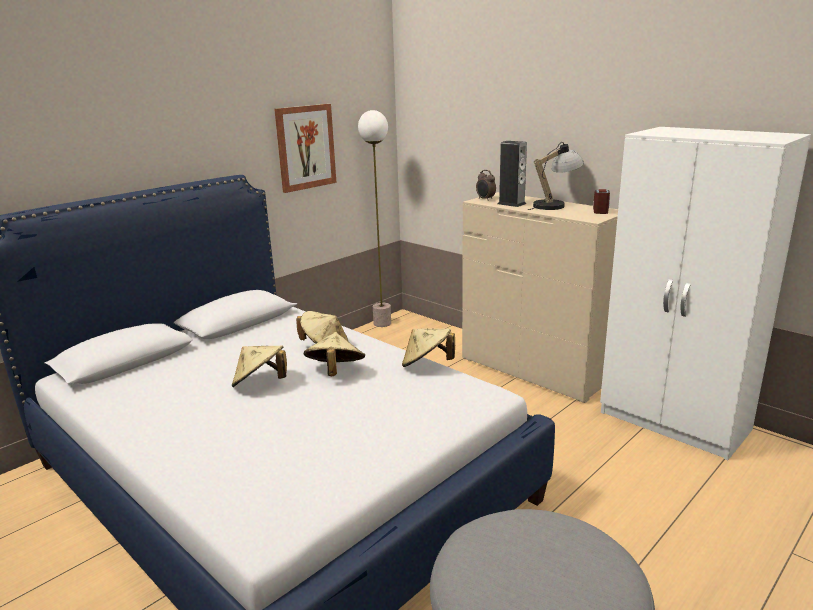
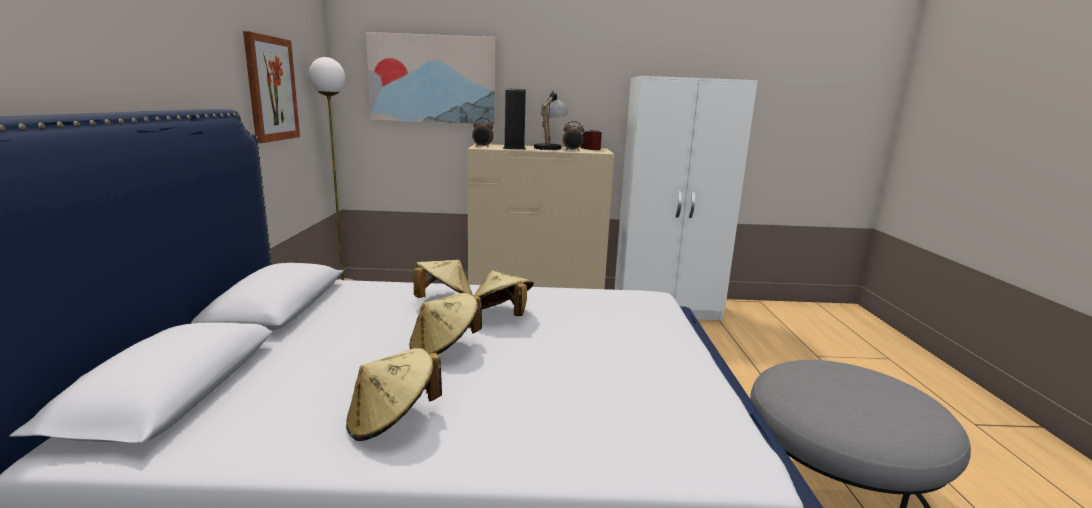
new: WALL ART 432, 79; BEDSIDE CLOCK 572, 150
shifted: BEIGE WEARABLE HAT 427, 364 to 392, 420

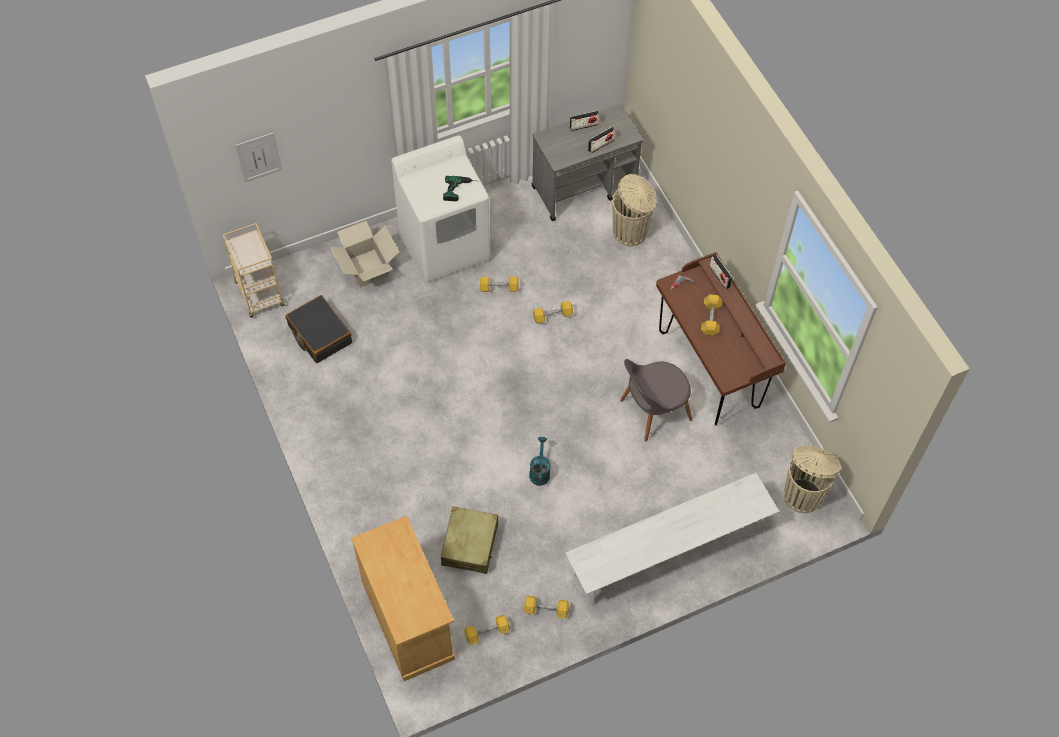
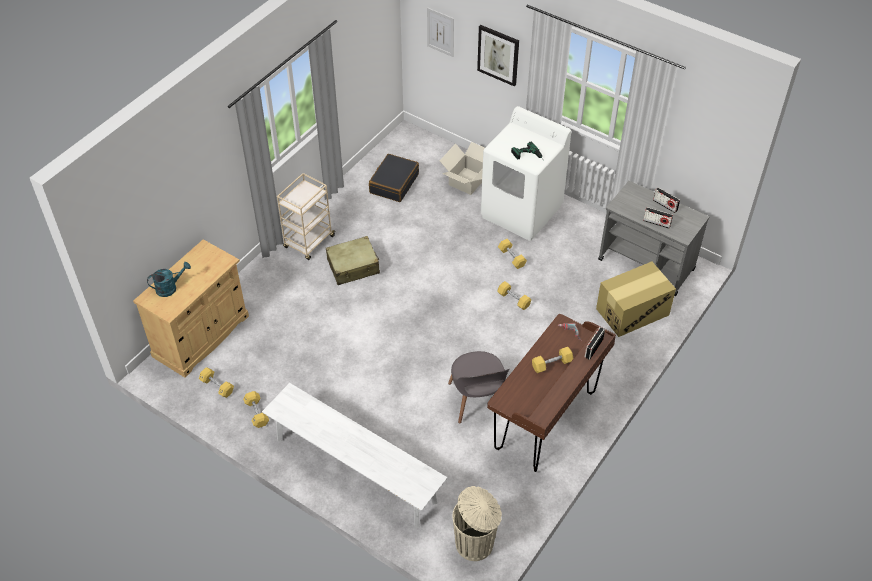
new: WALL ART 498, 55
shifted: BEIGE CART 260, 294 to 309, 242; BEIGE PIECE OF LUGGAGE 470, 544 to 353, 266; TURQUOISE WATERING CAN 539, 471 to 170, 288
swapped: BEIGE WASTE BIN 631, 232 to PACKING BOX 632, 312
rotated: GREYISH PLAIN CHAIR 652, 411 = 477, 401 135 degrees counterclockwise

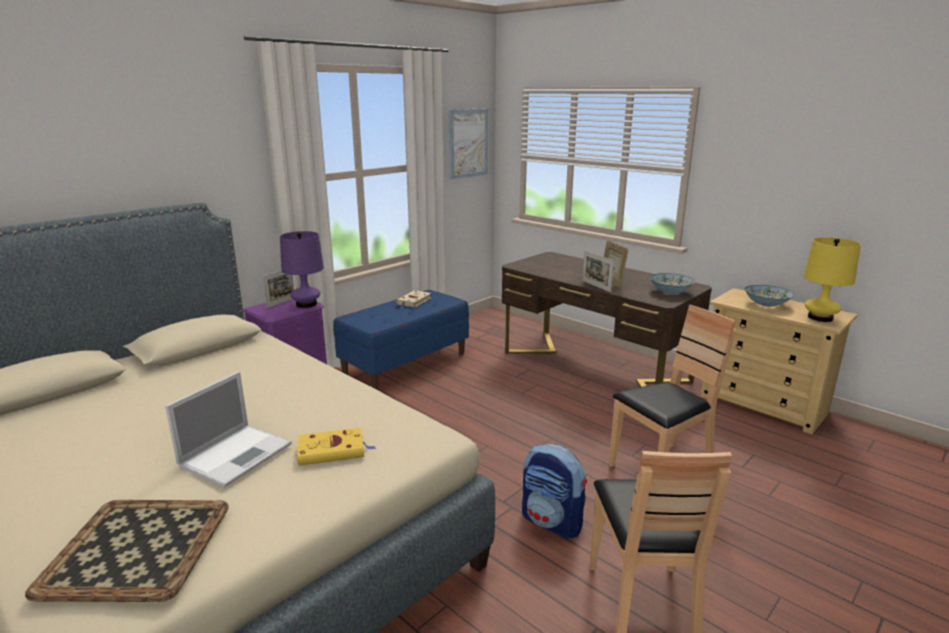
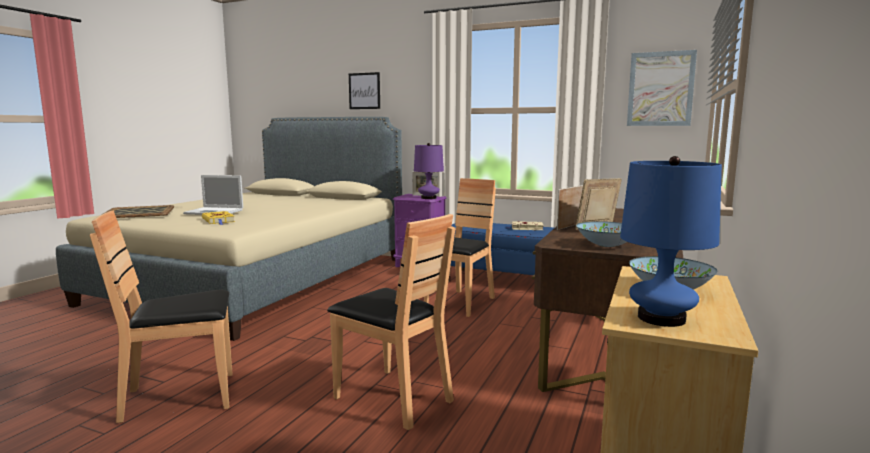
gone: KNAPSACK 552, 522
new: WALL ART 364, 91; BROWN-COLOURED PLAIN CHAIR 461, 303
repainted: YELLOW TABLE LAMP 820, 317 to BLUISH TABLE LAMP 661, 318

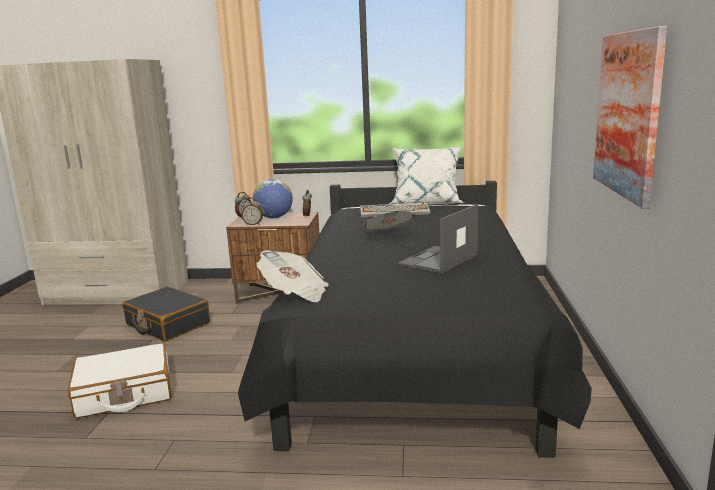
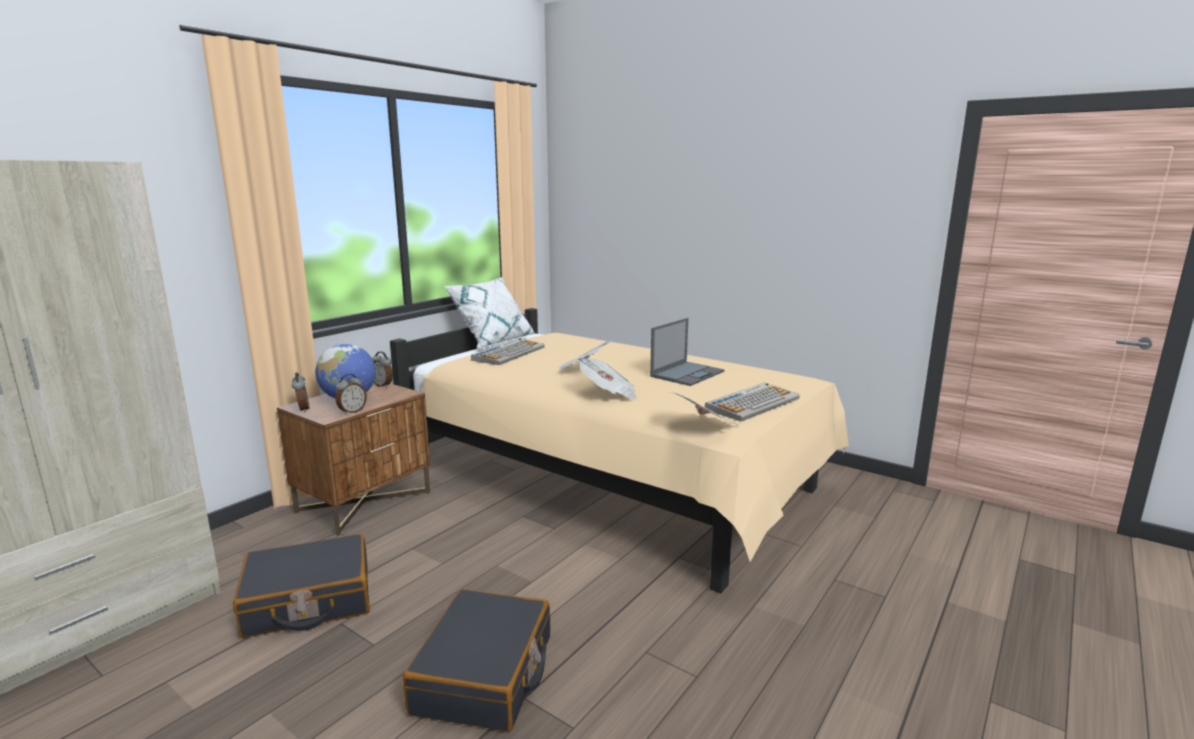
gone: WALL ART 628, 114
new: PRINTED PAPER 608, 394; KEYBOARD 752, 403
repainted: WHITE-COLOURED PIECE OF LUGGAGE 124, 393 to BLACK-COLOURED PIECE OF LUGGAGE 485, 674; BLACK-COLOURED BED 412, 351 to BEIGE BED 614, 482
rotated: LAPTOP 438, 260 = 687, 373 120 degrees counterclockwise

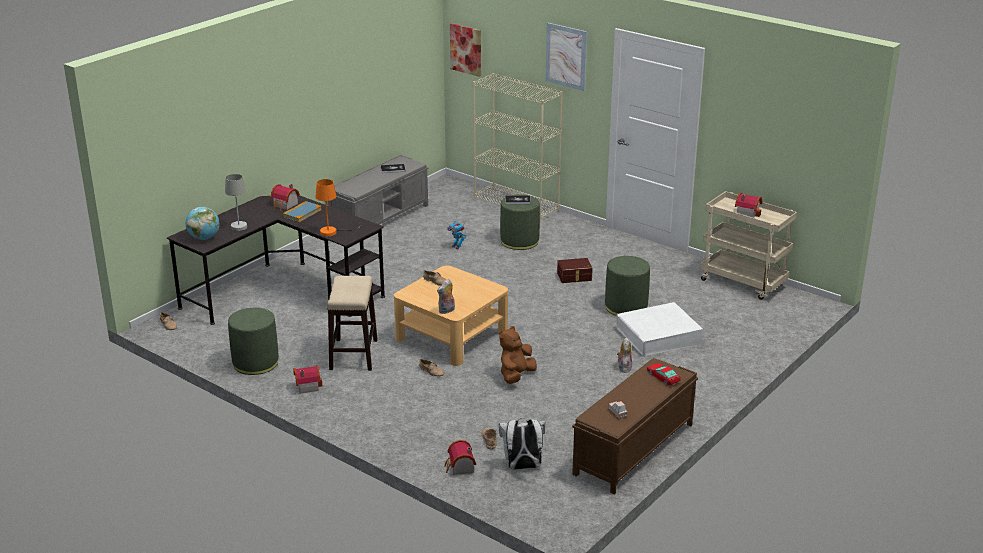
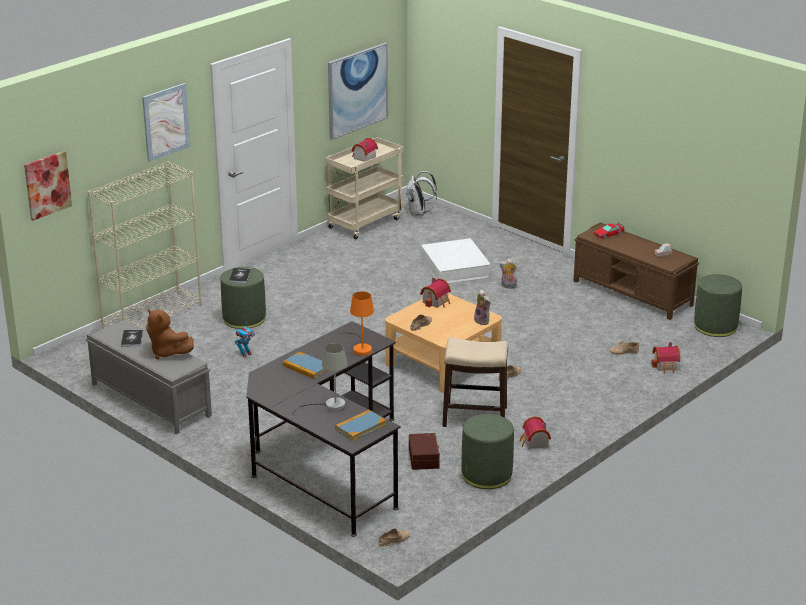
new: WALL ART 357, 90
shifted: MINIATURE HOUSE 285, 205 to 437, 302; BROWN-COLOURED SOFT TOY 516, 376 to 167, 352; WHITE-COLOURED KNAPSACK 522, 467 to 419, 213; BROWN-COLOURED STORAGE BOX 574, 277 to 425, 458; GREENISH FOOTREST 626, 307 to 715, 326
swapped: DESK GLOBE 204, 238 to BOOK 360, 427

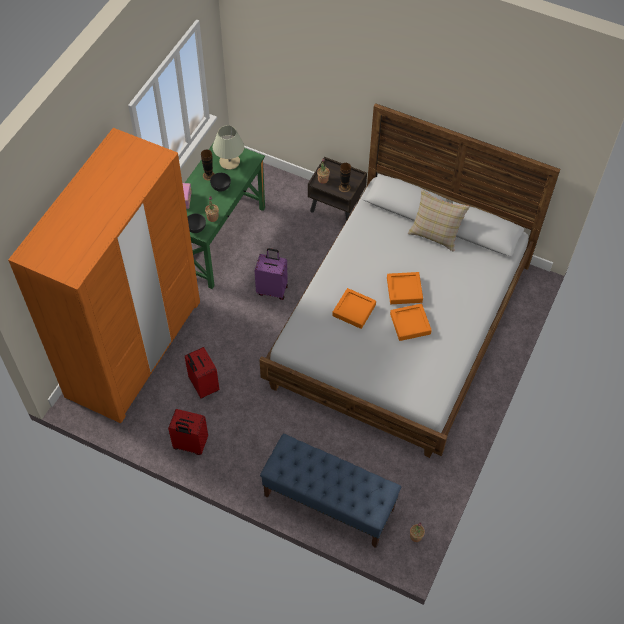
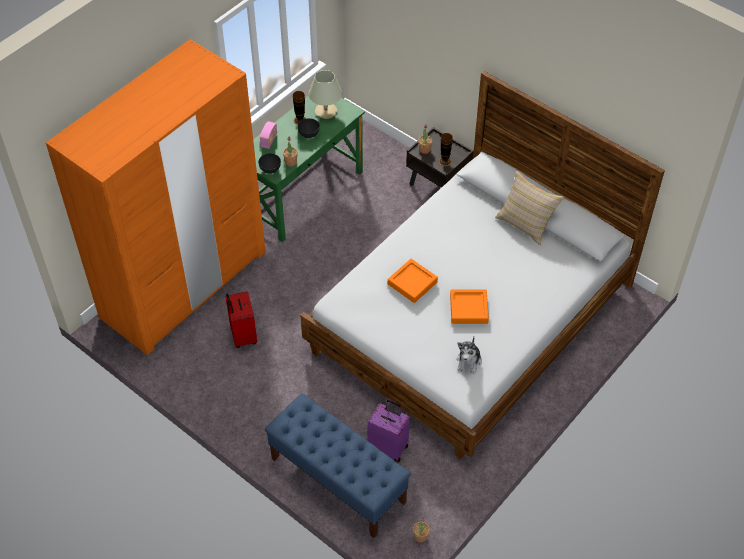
gone: RED-COLOURED PIECE OF LUGGAGE 190, 445; ORANGEY SERVING TRAY 404, 290
new: SOFT TOY 469, 361
shifted: PURPLE-COLOURED PIECE OF LUGGAGE 272, 289 to 389, 447

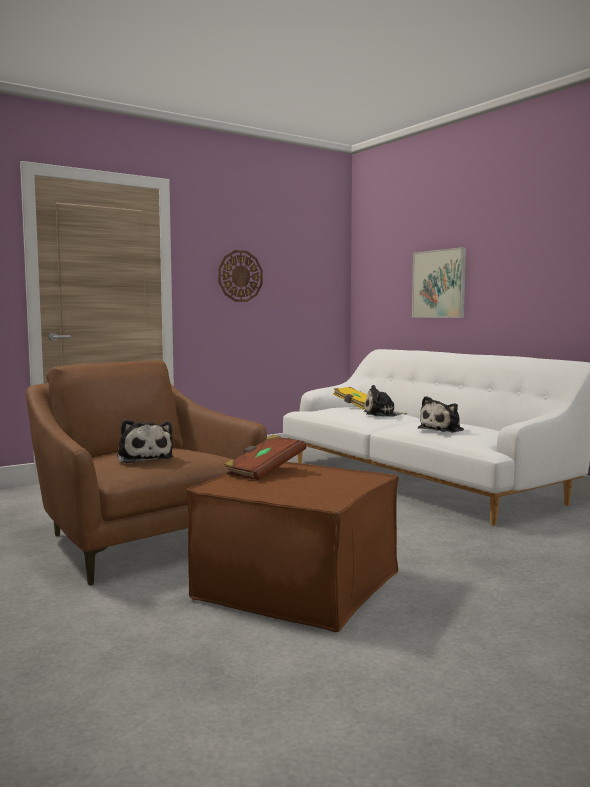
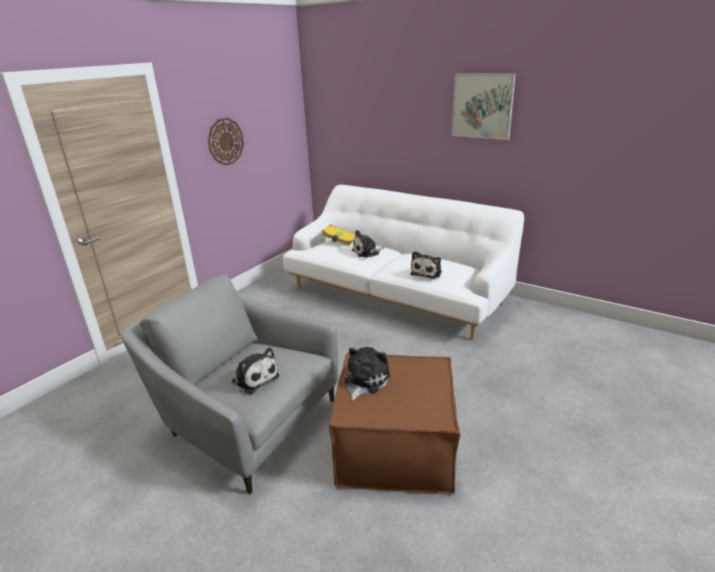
shifted: WALL ART 439, 284 to 482, 106
swapped: BROWN-COLOURED BOOK 264, 472 to SOFT TOY 364, 381
repainted: BROWN-COLOURED EASY CHAIR 139, 538 to GREYISH EASY CHAIR 245, 421

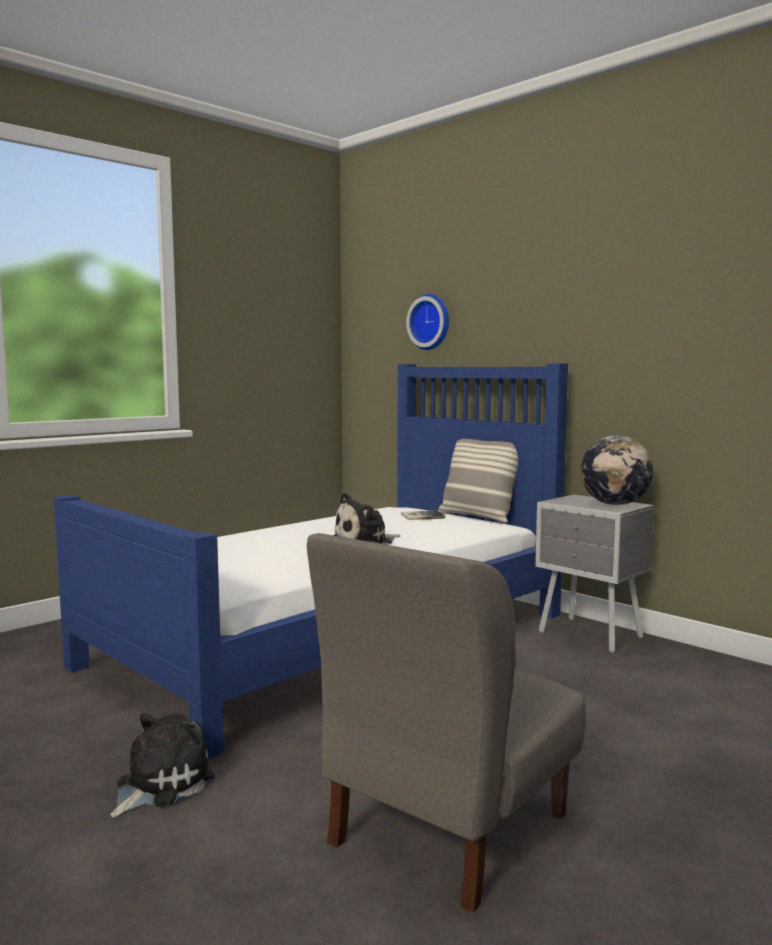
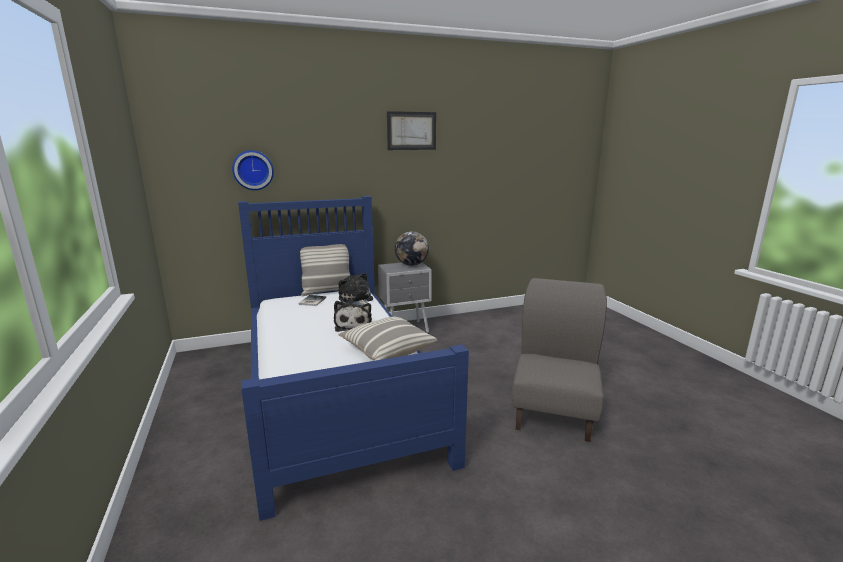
new: PILLOW 387, 350; WALL ART 411, 131
shifted: SOFT TOY 160, 784 to 356, 300
rotated: GREYISH PLAIN CHAIR 447, 828 = 554, 412 135 degrees counterclockwise

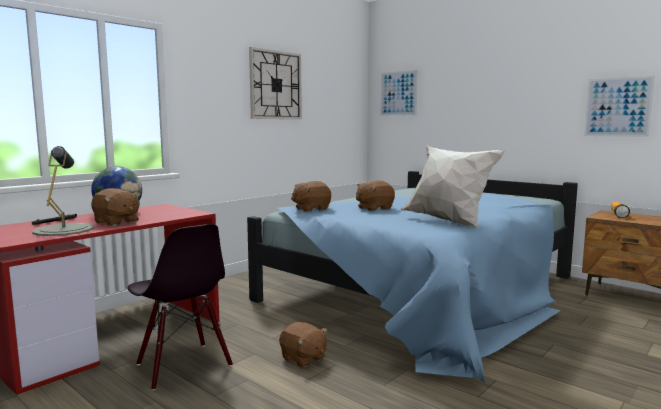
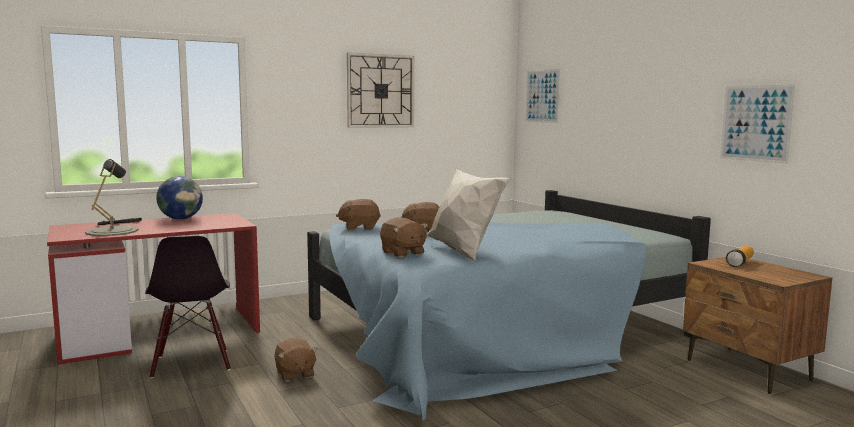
shifted: BROWN-COLOURED SOFT TOY 116, 222 to 402, 253

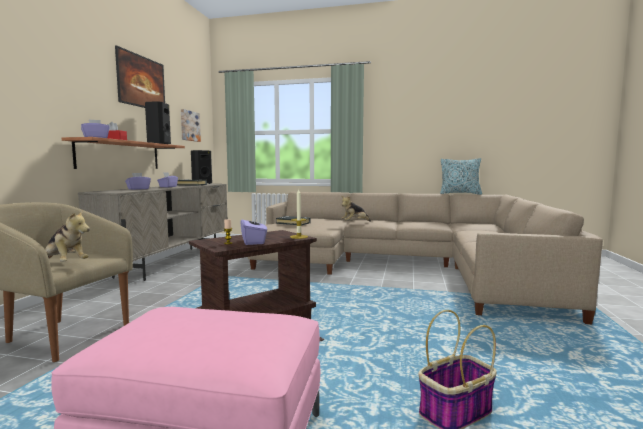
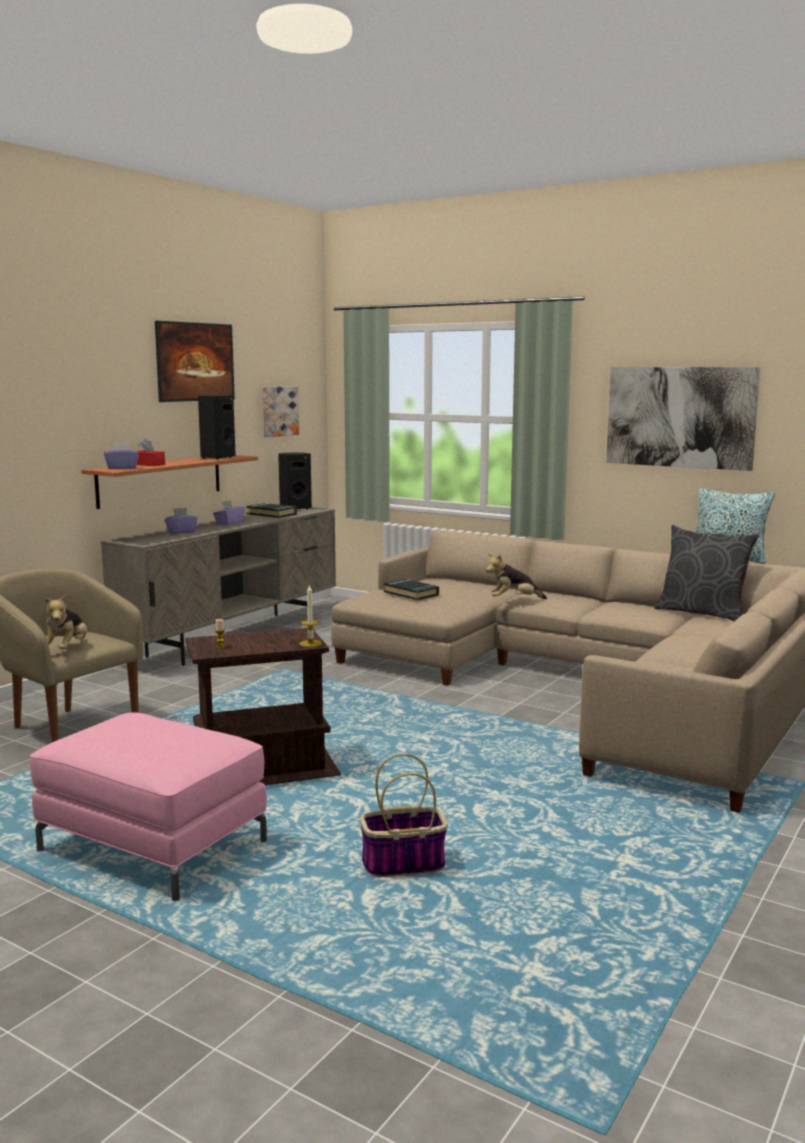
gone: PURPLE-COLOURED TISSUE HOLDER 254, 242
new: WALL ART 679, 417; GREYISH PILLOW 702, 613
rotated: SOFT TOY 65, 264 = 67, 649 45 degrees clockwise

